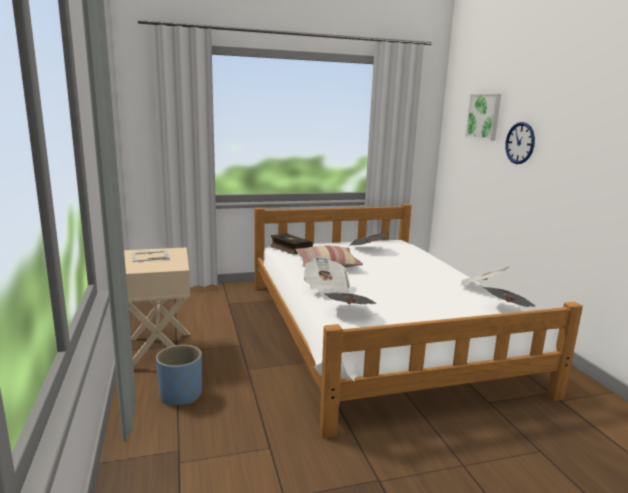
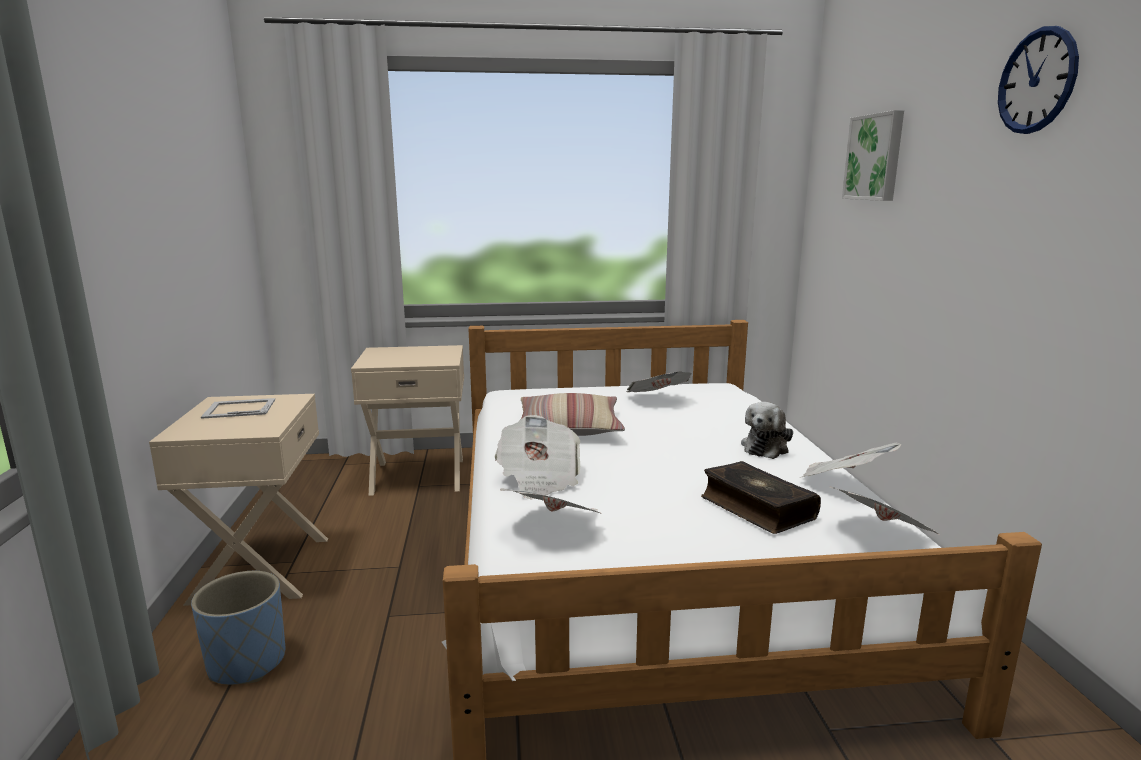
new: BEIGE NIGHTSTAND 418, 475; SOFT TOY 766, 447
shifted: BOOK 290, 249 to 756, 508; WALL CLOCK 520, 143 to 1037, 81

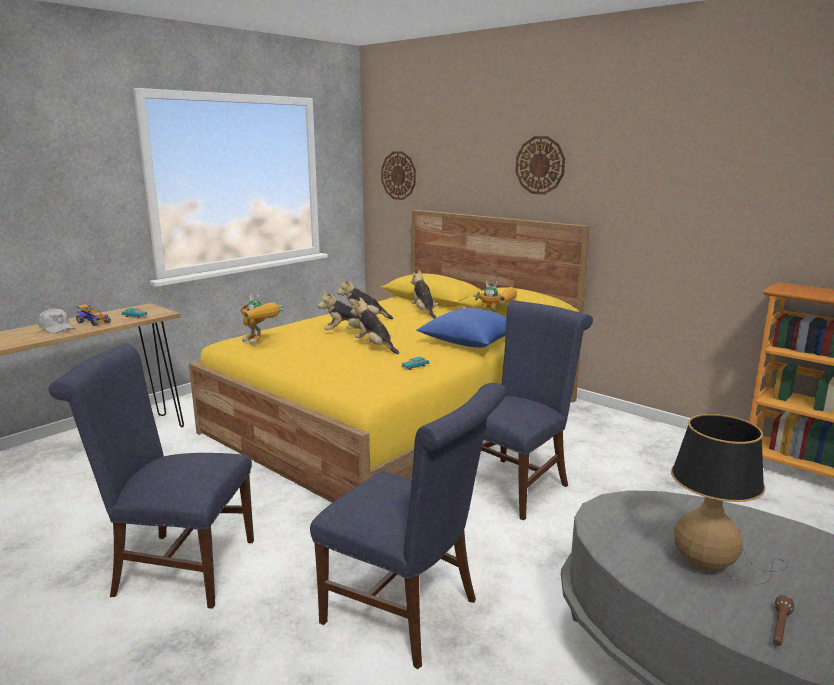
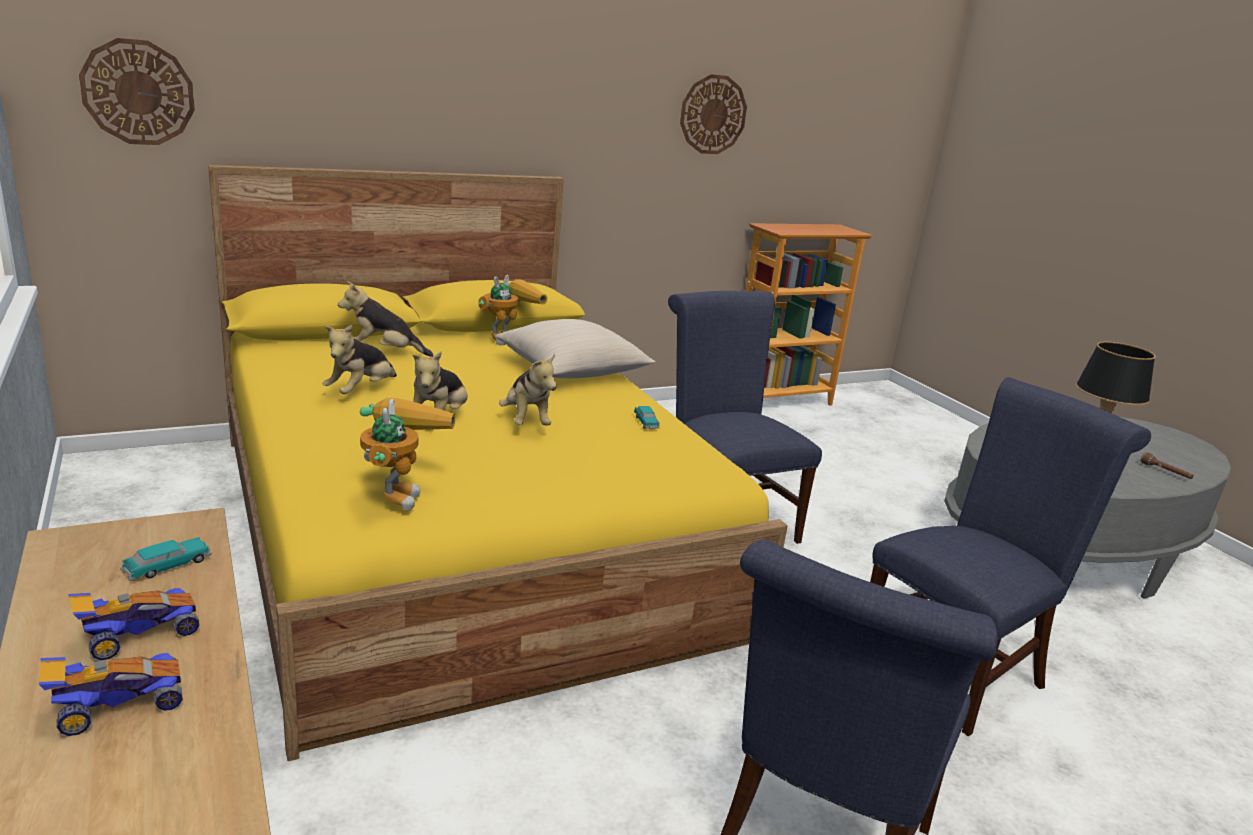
shifted: WALL CLOCK 540, 165 to 713, 114
swapped: WHITE-COLOURED CAP 57, 328 to MINIATURE CAR 117, 705
repainted: BLUISH PILLOW 470, 342 to BEIGE PILLOW 572, 370
rotated: MODEL ROBOT 260, 342 = 398, 491 60 degrees counterclockwise; SOFT TOY 375, 347 = 526, 421 90 degrees counterclockwise

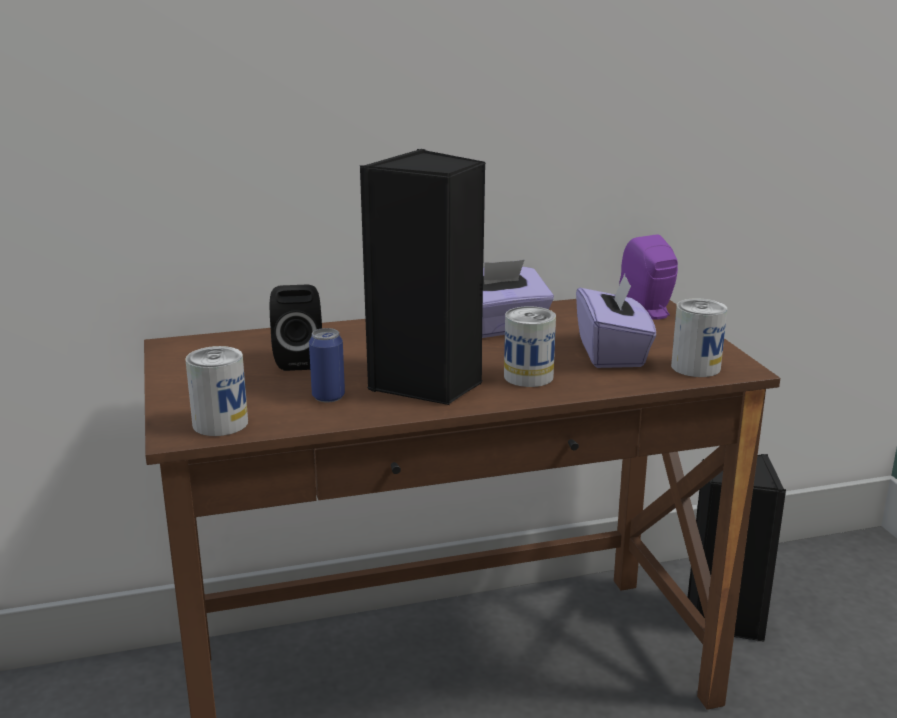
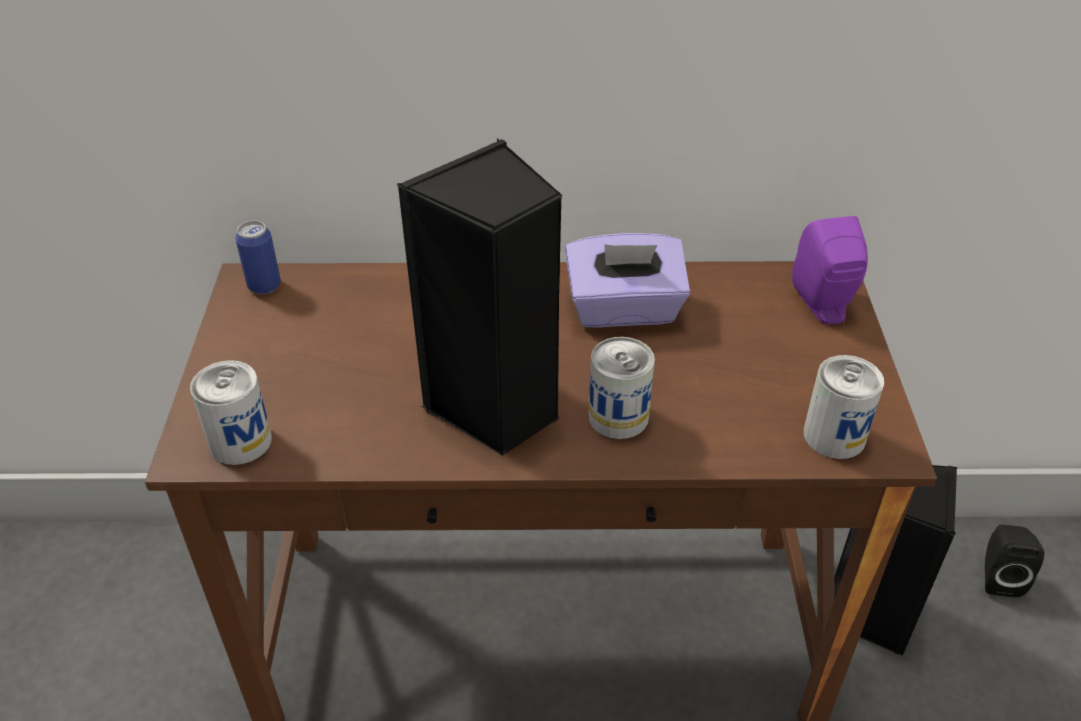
gone: PURPLE-COLOURED TISSUE HOLDER 612, 353
shifted: BLACK-COLOURED LOUDSPEAKER 299, 360 to 998, 577; METAL CAN 328, 397 to 264, 285

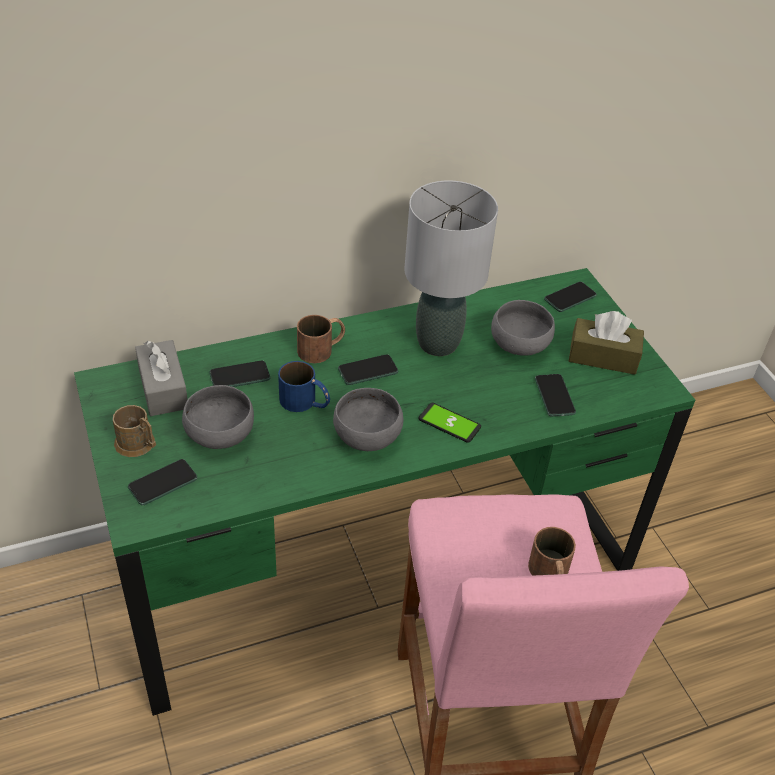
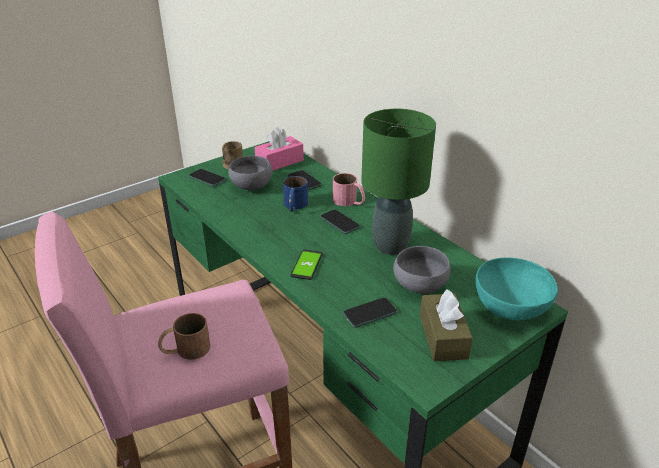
gone: GREYISH SERVING BOWL 366, 436
swapped: HANDSET 570, 298 to TURQUOISE SERVING BOWL 510, 305
repainted: GREYISH TISSUE HOLDER 163, 388 to PINKISH TISSUE HOLDER 279, 162; BROWN-COLOURED TEA MUG 322, 348 to PINKISH TEA MUG 349, 202; GREYISH TABLE LAMP 438, 344 to GREENISH TABLE LAMP 390, 246

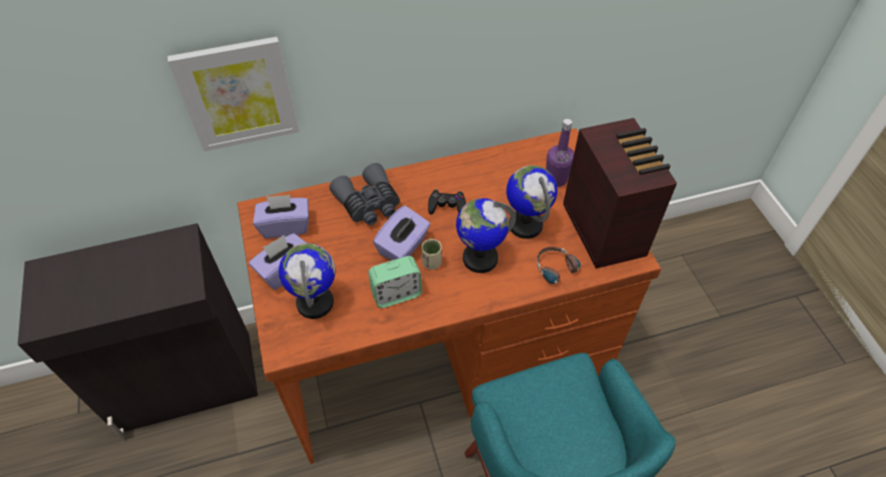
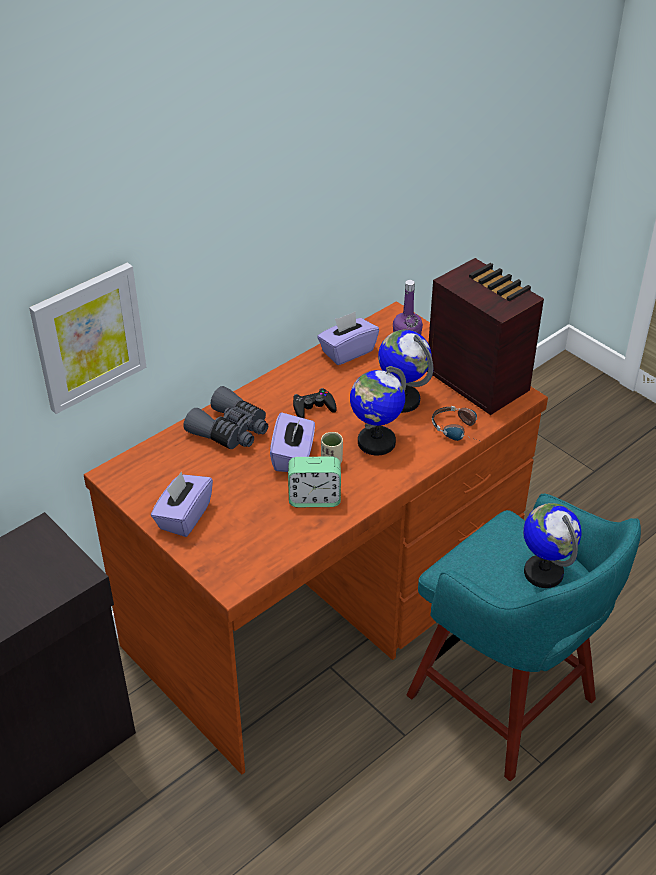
shifted: PURPLE-COLOURED TISSUE HOLDER 285, 226 to 347, 351; DESK GLOBE 315, 302 to 543, 572
rotated: BEDSIDE CLOCK 396, 294 = 314, 498 45 degrees clockwise

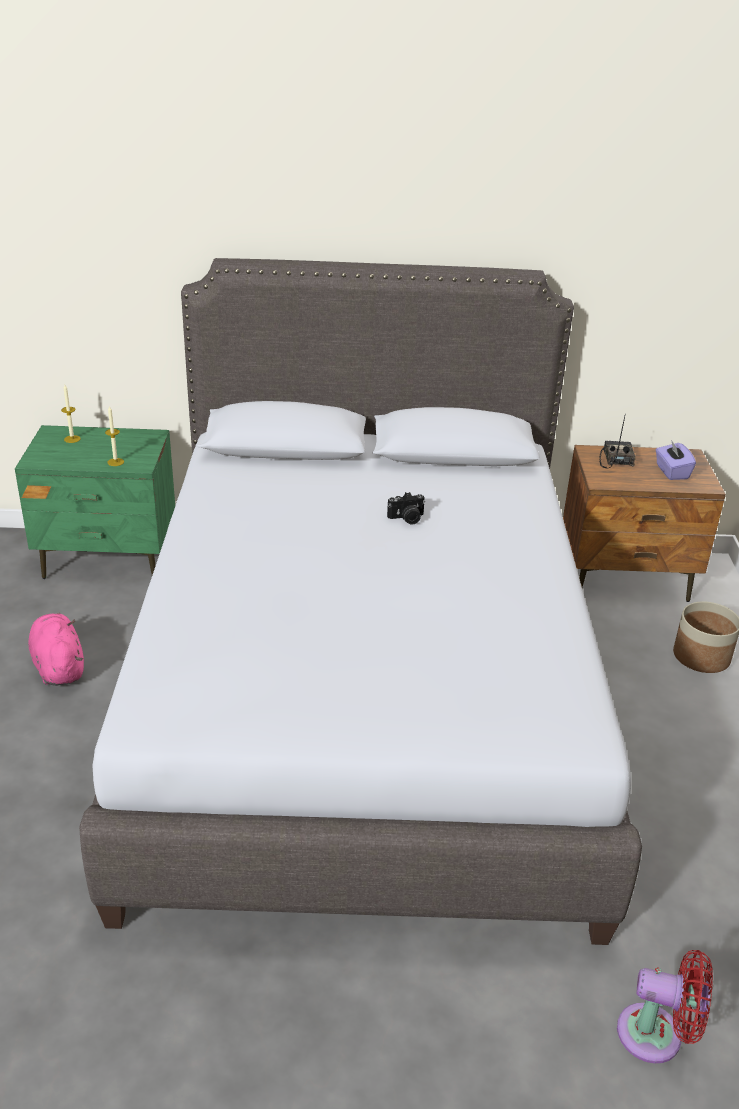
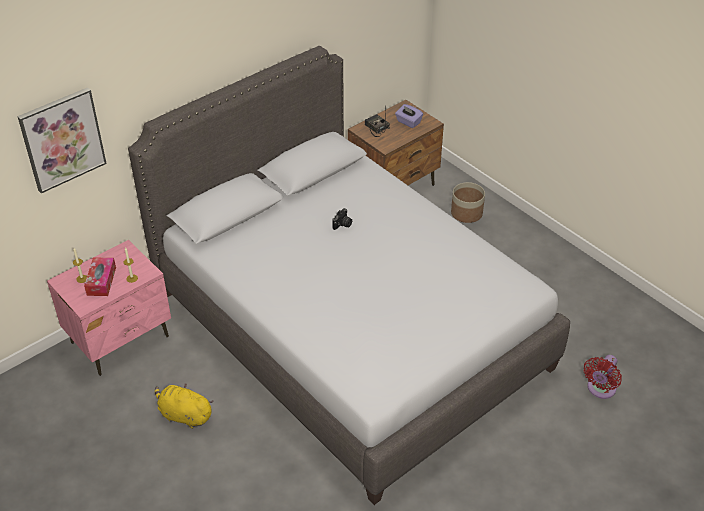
new: WALL ART 62, 139; TISSUE HOLDER 101, 281
repainted: GREENISH NIGHTSTAND 109, 559 to PINKISH NIGHTSTAND 121, 339; PINKISH SOFT TOY 58, 666 to YELLOW SOFT TOY 184, 415
rotated: RED-COLOURED FAN 656, 1035 = 600, 389 150 degrees clockwise

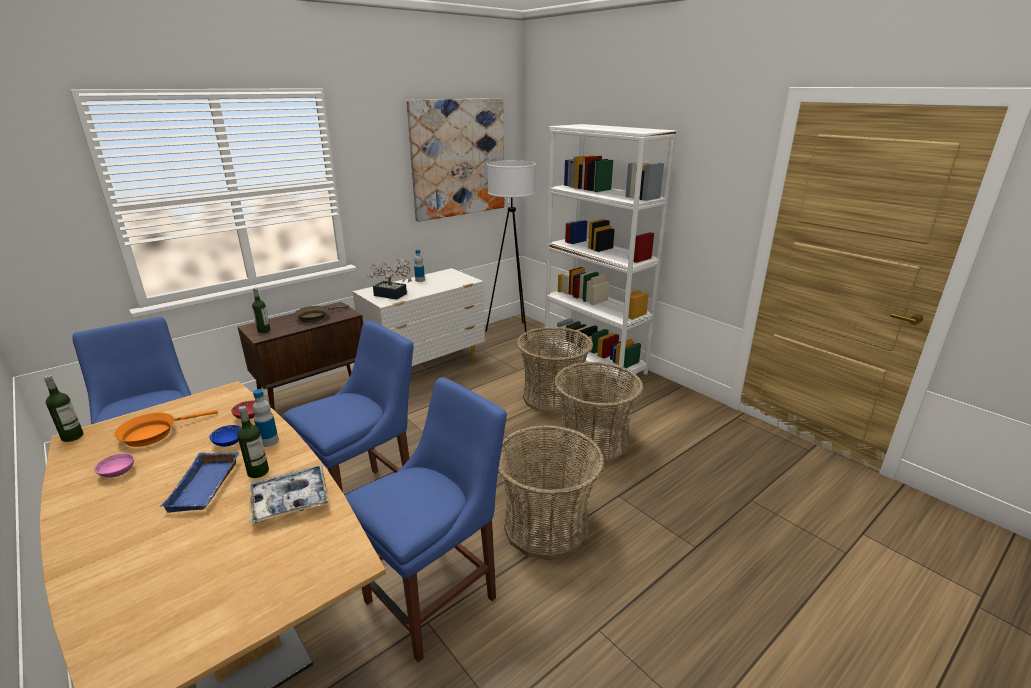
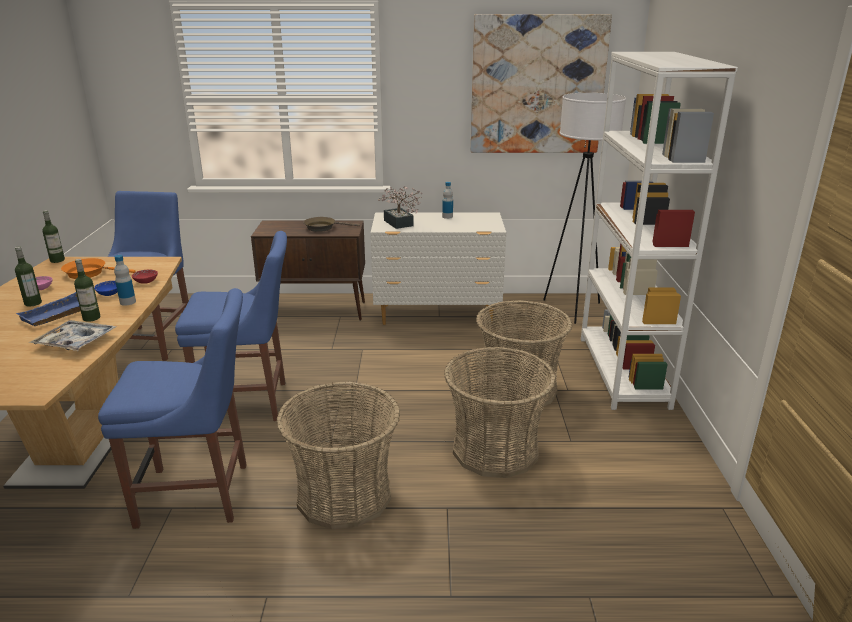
shifted: DRINK BOTTLE 264, 331 to 33, 303

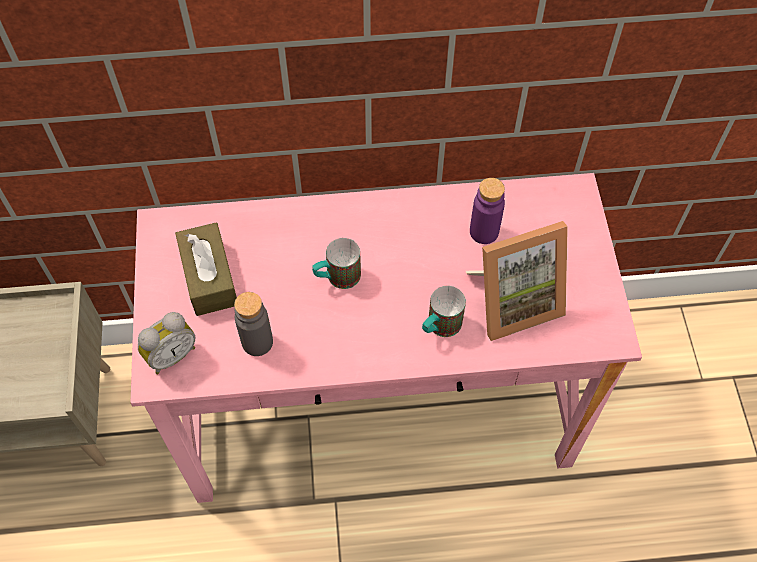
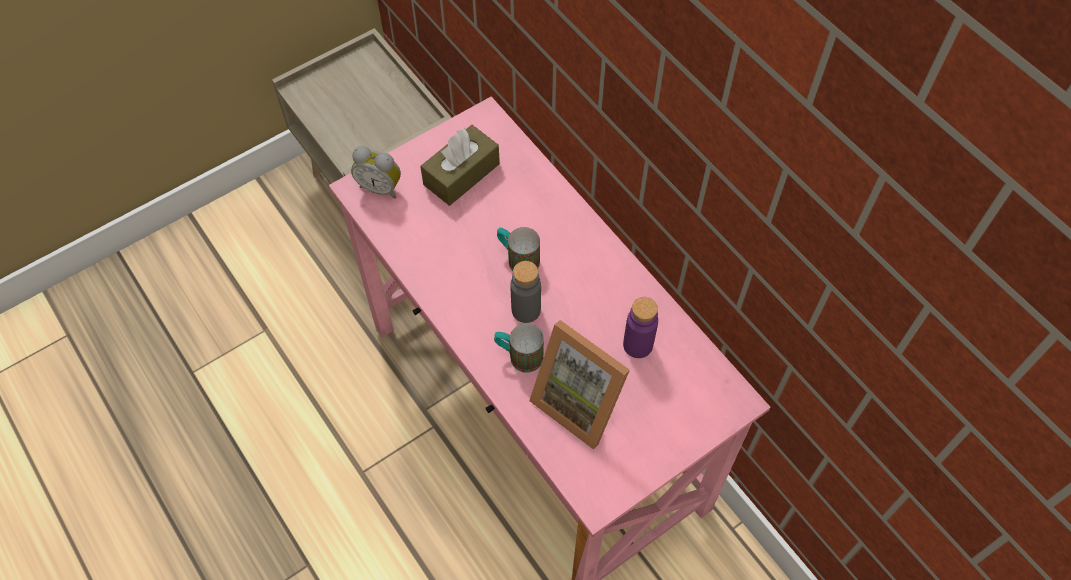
shifted: GREYISH DRINK BOTTLE 257, 342 to 526, 310

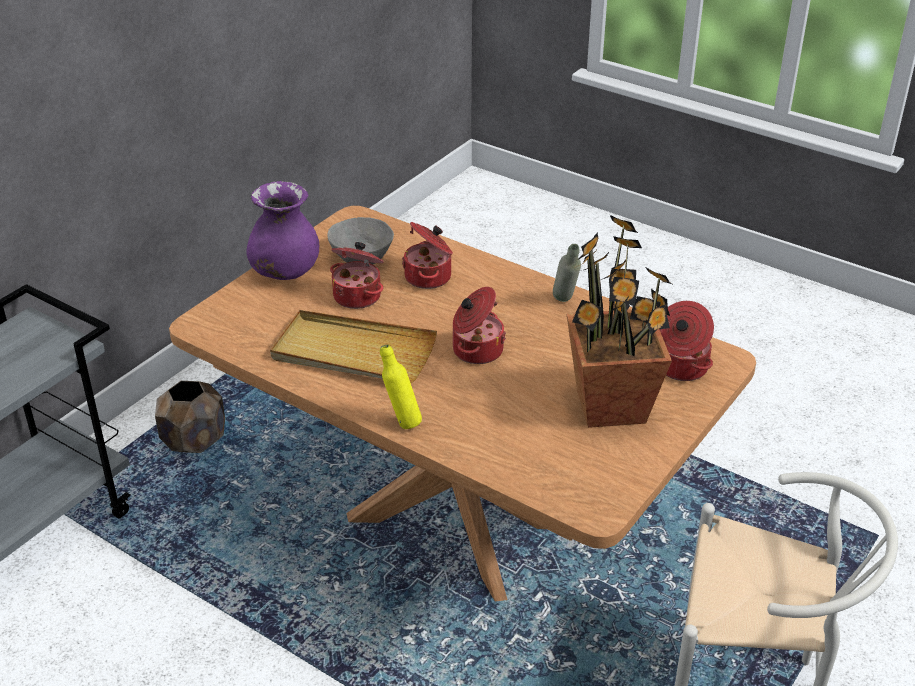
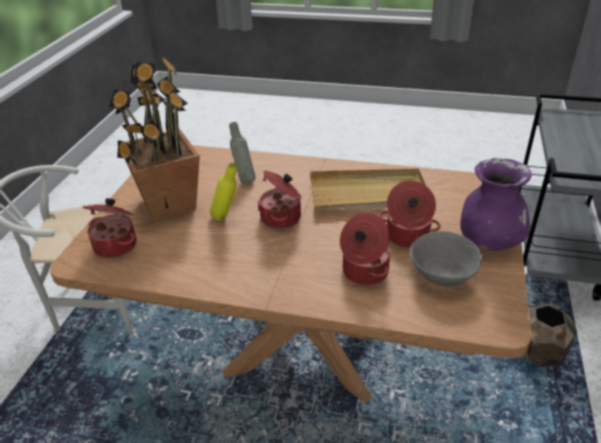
shifted: YELLOW DRINK BOTTLE 401, 422 to 227, 218; GREYISH DRINK BOTTLE 565, 303 to 244, 179

